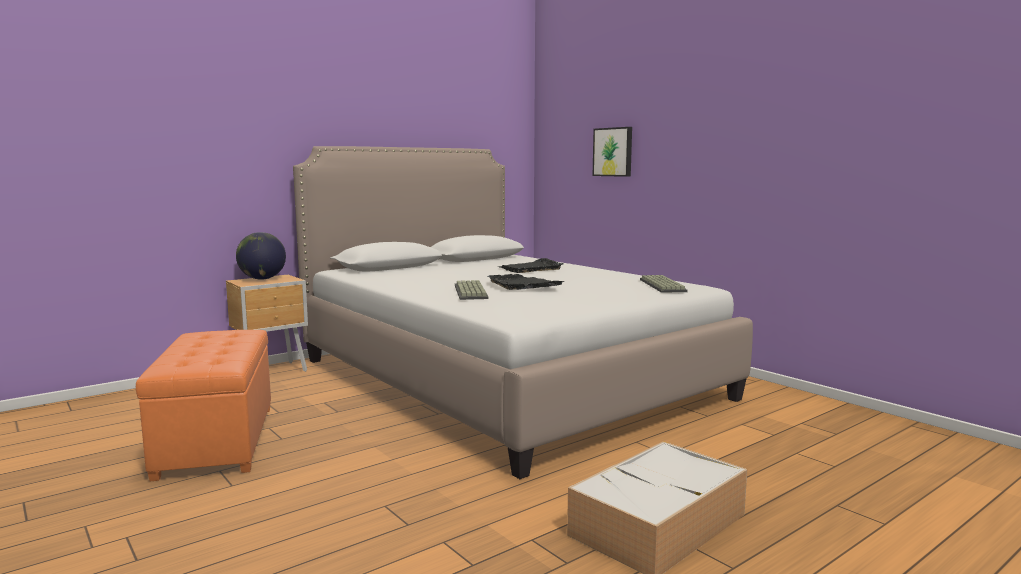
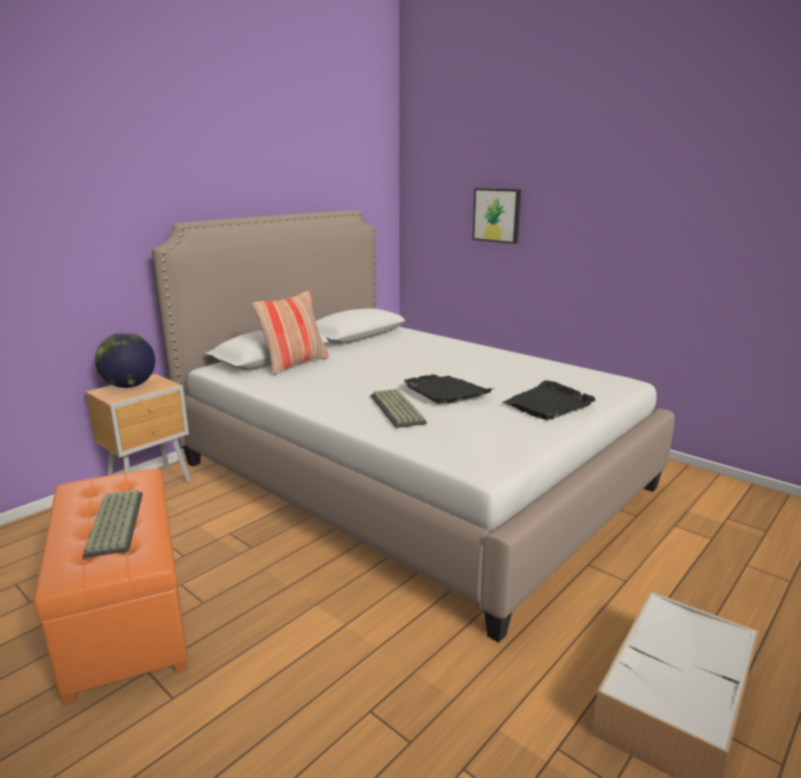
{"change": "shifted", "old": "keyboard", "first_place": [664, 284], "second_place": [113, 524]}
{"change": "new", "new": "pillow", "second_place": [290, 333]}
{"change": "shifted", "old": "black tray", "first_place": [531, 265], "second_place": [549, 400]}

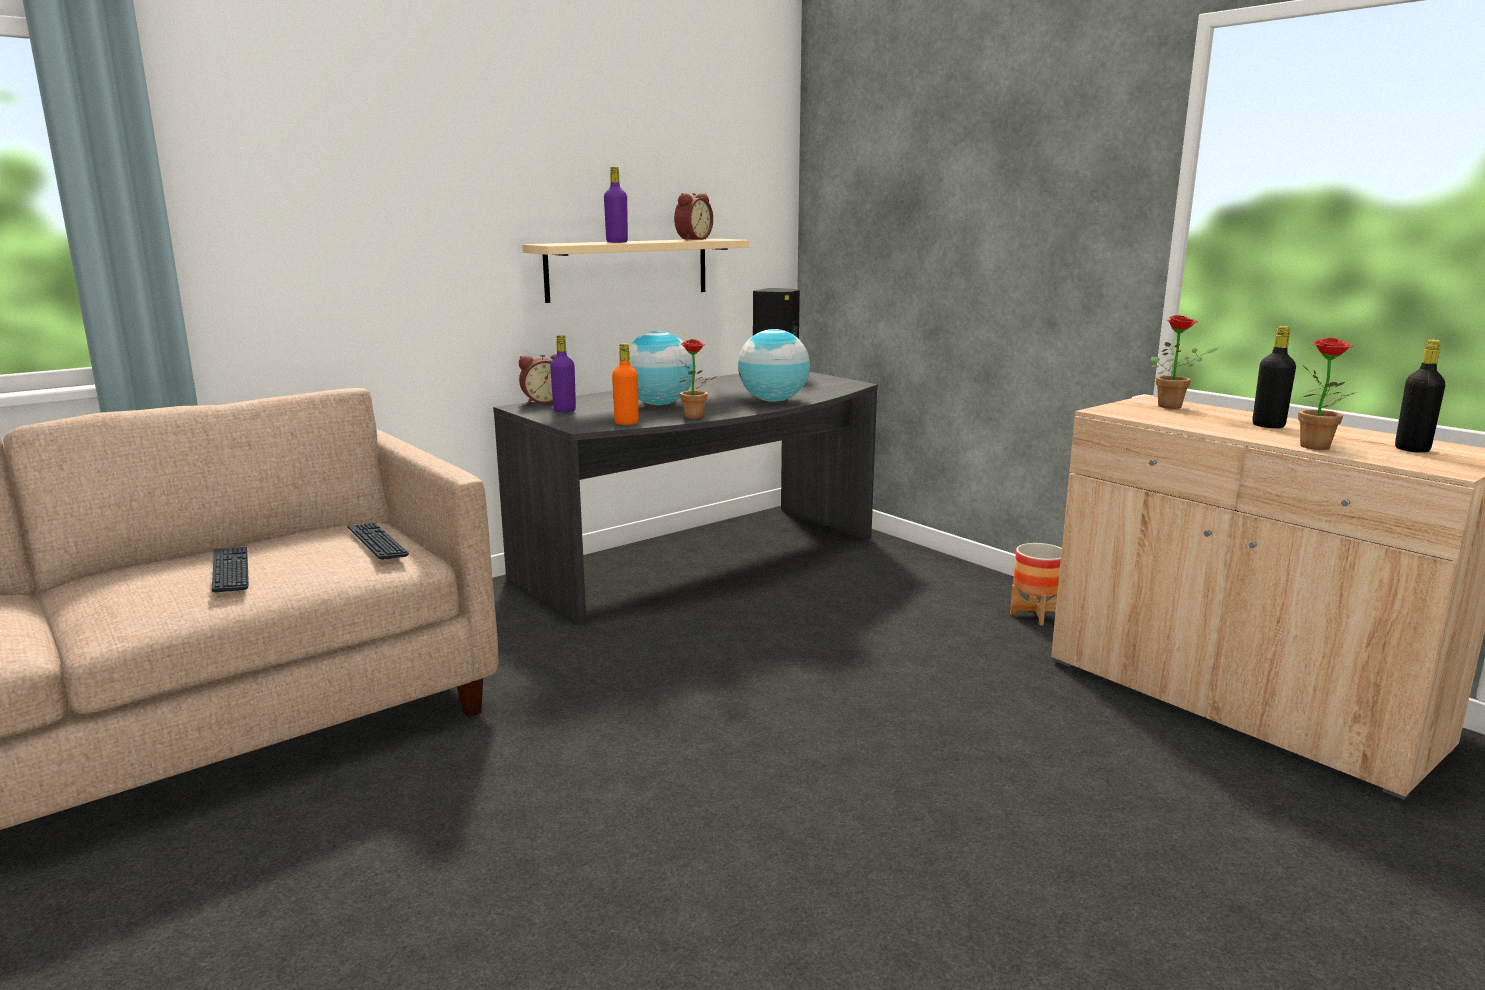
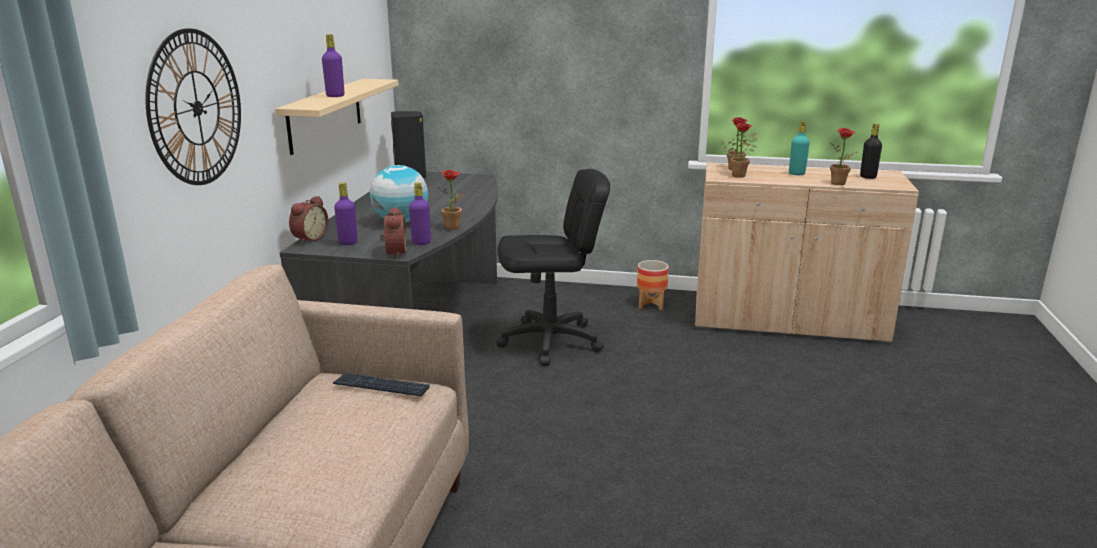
{"change": "new", "new": "wall clock", "second_place": [193, 106]}
{"change": "shifted", "old": "alarm clock", "first_place": [693, 216], "second_place": [393, 232]}
{"change": "repainted", "old": "orange bottle", "new": "purple bottle", "first_place": [625, 384], "second_place": [420, 213]}
{"change": "new", "new": "black office chair", "second_place": [553, 267]}
{"change": "new", "new": "potted plant", "second_place": [739, 150]}
{"change": "repainted", "old": "black bottle", "new": "turquoise bottle", "first_place": [1274, 377], "second_place": [799, 148]}
{"change": "gone", "old": "keyboard", "first_place": [230, 570]}
{"change": "gone", "old": "globe", "first_place": [774, 365]}

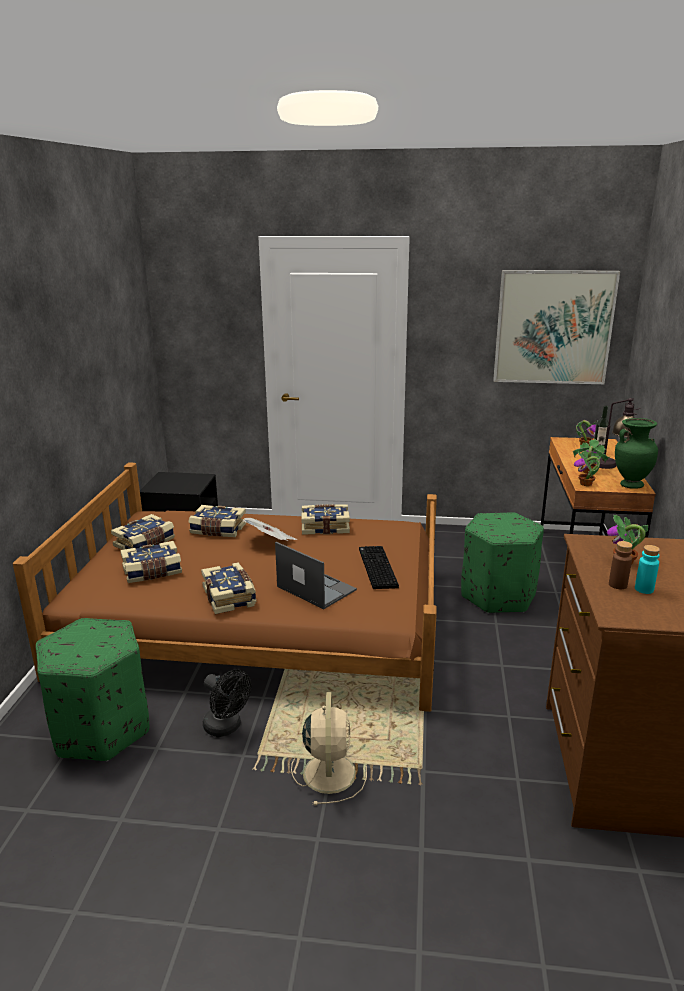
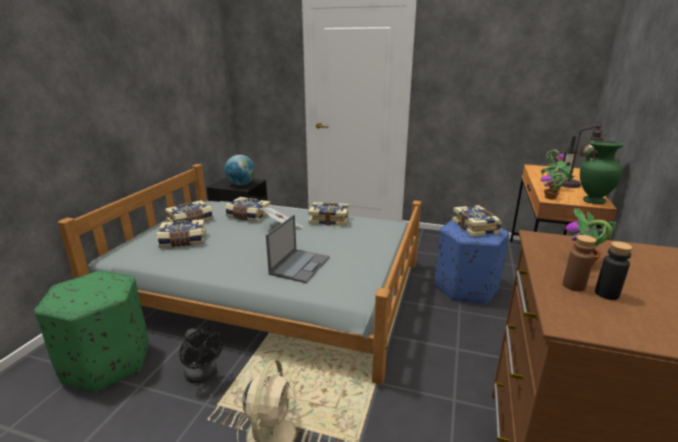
{"change": "repainted", "old": "brown bed", "new": "grey bed", "first_place": [225, 587], "second_place": [239, 274]}
{"change": "new", "new": "globe", "second_place": [240, 170]}
{"change": "rotated", "old": "laptop", "first_place": [316, 575], "second_place": [298, 249], "degrees": 60}
{"change": "repainted", "old": "green ottoman", "new": "blue ottoman", "first_place": [502, 562], "second_place": [472, 262]}
{"change": "shifted", "old": "book", "first_place": [228, 588], "second_place": [477, 221]}
{"change": "repainted", "old": "turquoise bottle", "new": "black bottle", "first_place": [647, 569], "second_place": [613, 270]}
{"change": "gone", "old": "keyboard", "first_place": [379, 567]}
{"change": "gone", "old": "picture", "first_place": [556, 327]}

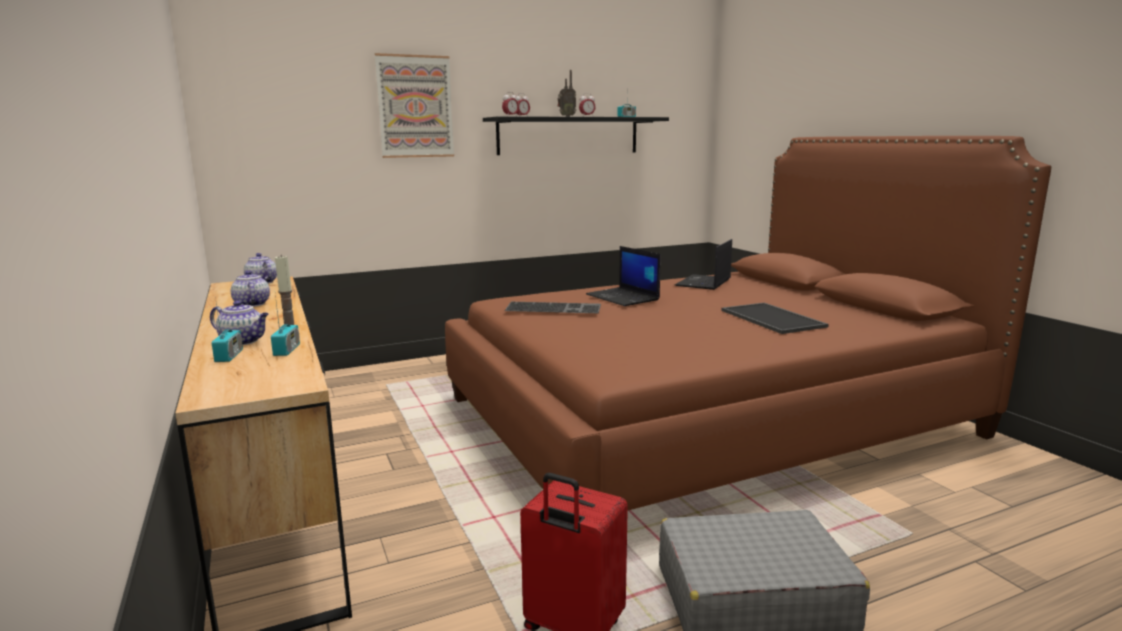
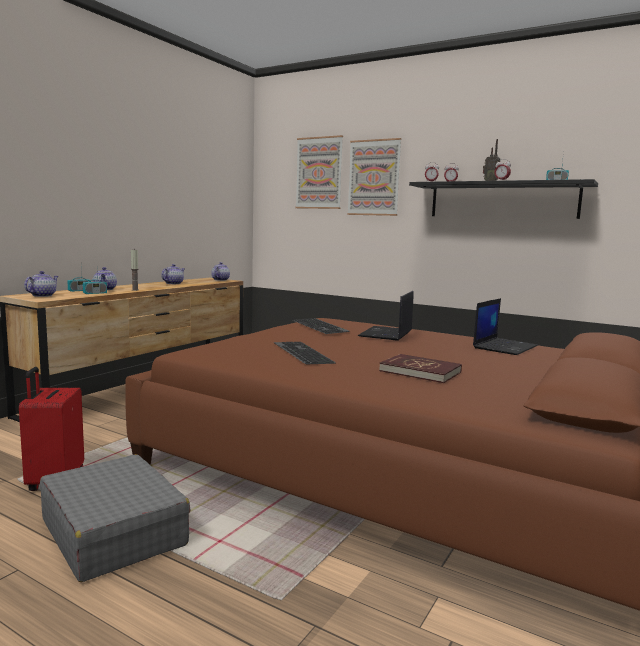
{"change": "new", "new": "teapot", "second_place": [41, 284]}
{"change": "new", "new": "keyboard", "second_place": [305, 353]}
{"change": "new", "new": "picture", "second_place": [319, 172]}
{"change": "swapped", "old": "tray", "new": "red book", "first_place": [775, 318], "second_place": [420, 368]}
{"change": "rotated", "old": "laptop", "first_place": [703, 264], "second_place": [505, 326], "degrees": 135}

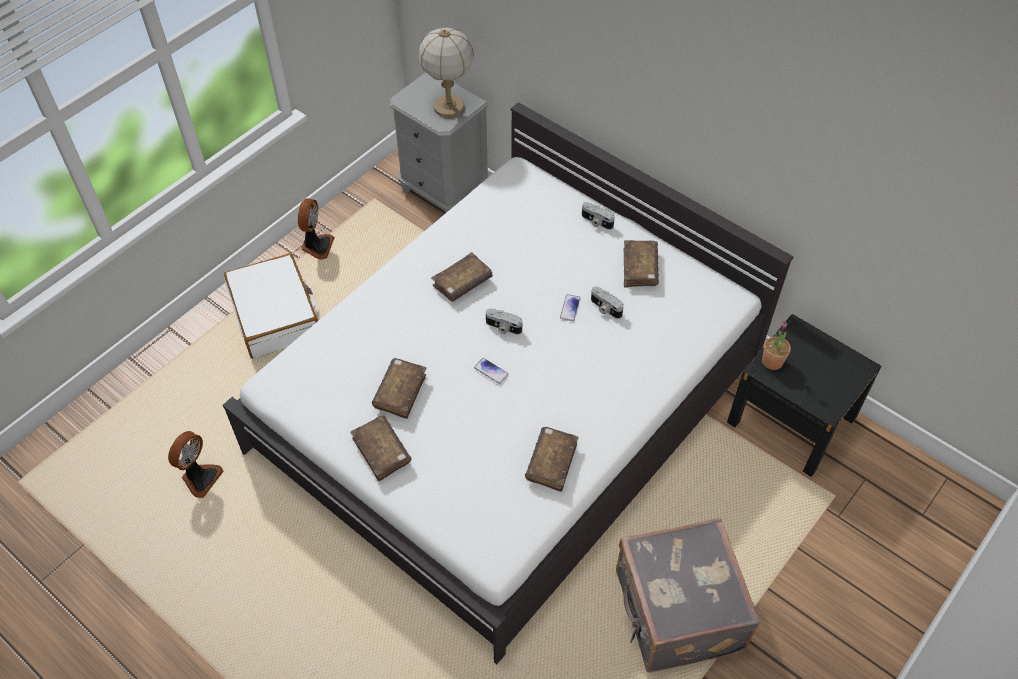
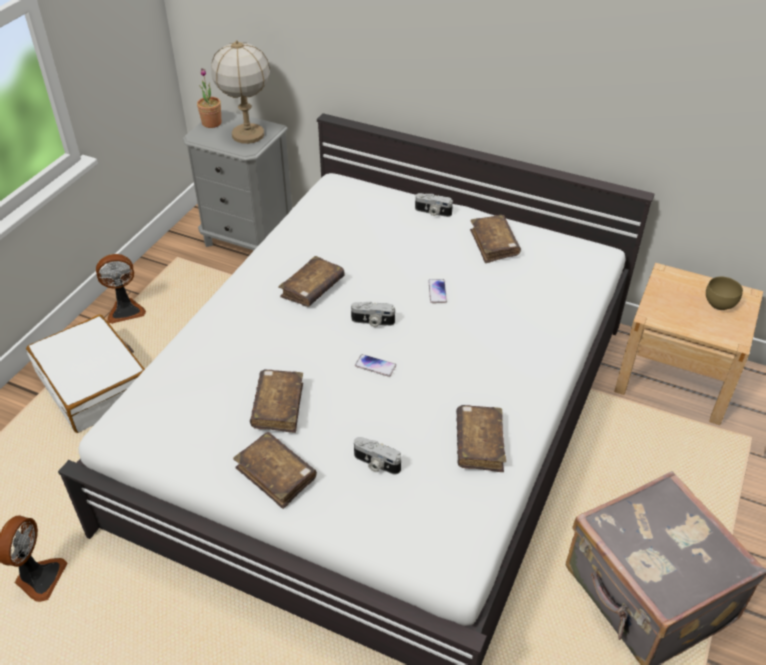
{"change": "rotated", "old": "fan", "first_place": [316, 229], "second_place": [121, 289], "degrees": 75}
{"change": "shifted", "old": "potted plant", "first_place": [776, 345], "second_place": [209, 98]}
{"change": "shifted", "old": "photo camera", "first_place": [607, 302], "second_place": [377, 455]}
{"change": "repainted", "old": "black nightstand", "new": "beige nightstand", "first_place": [804, 395], "second_place": [688, 344]}
{"change": "new", "new": "brown bowl", "second_place": [724, 293]}

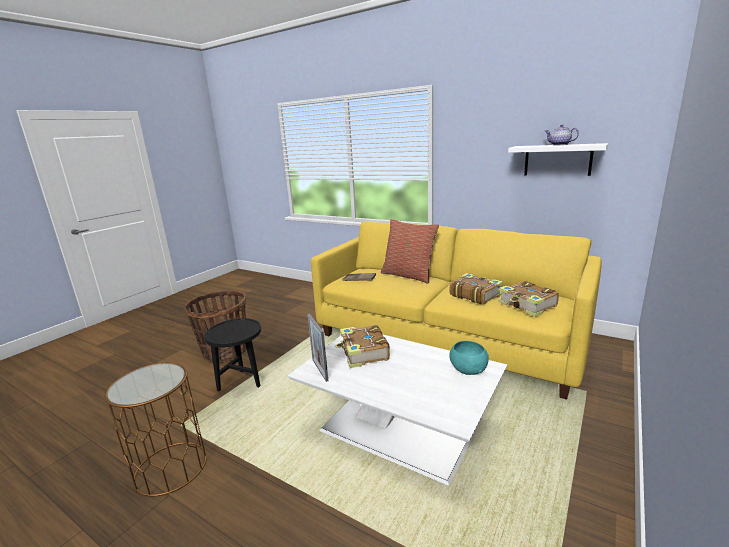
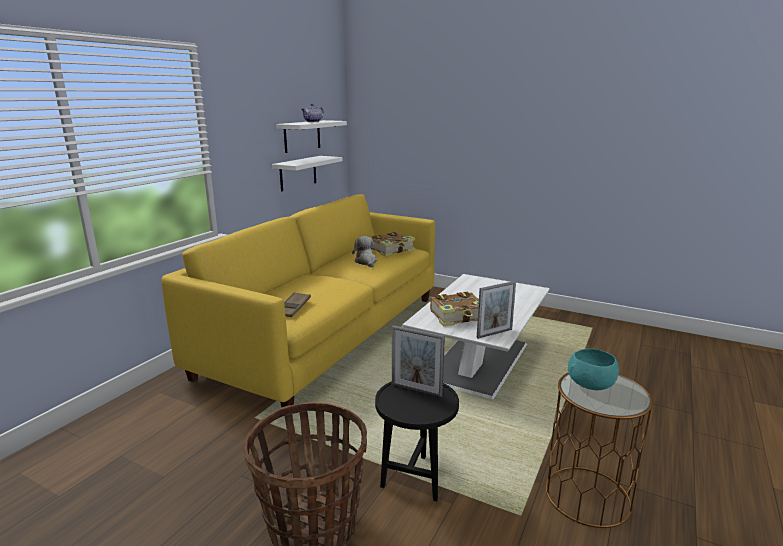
{"change": "new", "new": "white shelf", "second_place": [307, 173]}
{"change": "swapped", "old": "book", "new": "plush toy", "first_place": [476, 288], "second_place": [364, 252]}
{"change": "new", "new": "picture frame", "second_place": [418, 361]}
{"change": "shifted", "old": "turquoise bowl", "first_place": [469, 358], "second_place": [593, 369]}
{"change": "gone", "old": "pillow", "first_place": [410, 251]}

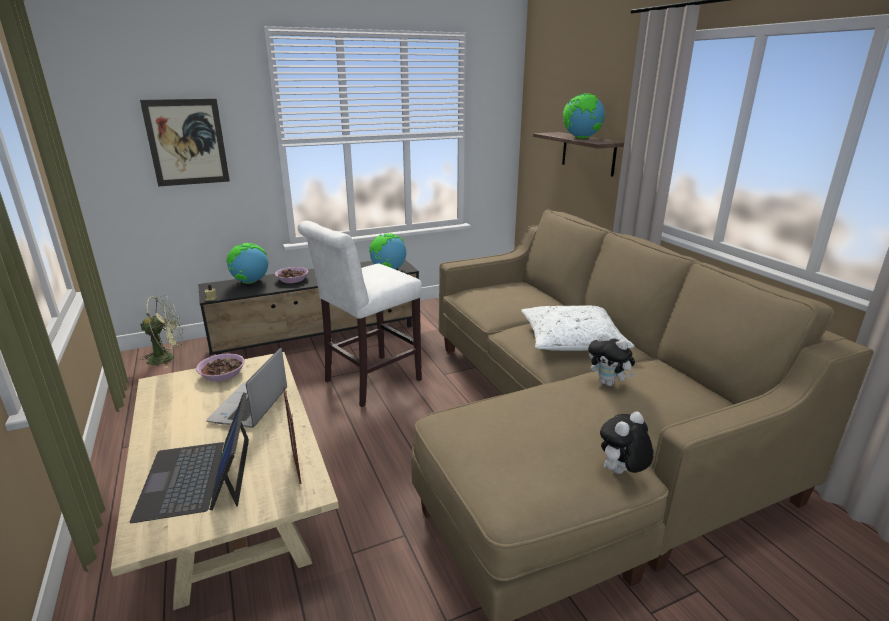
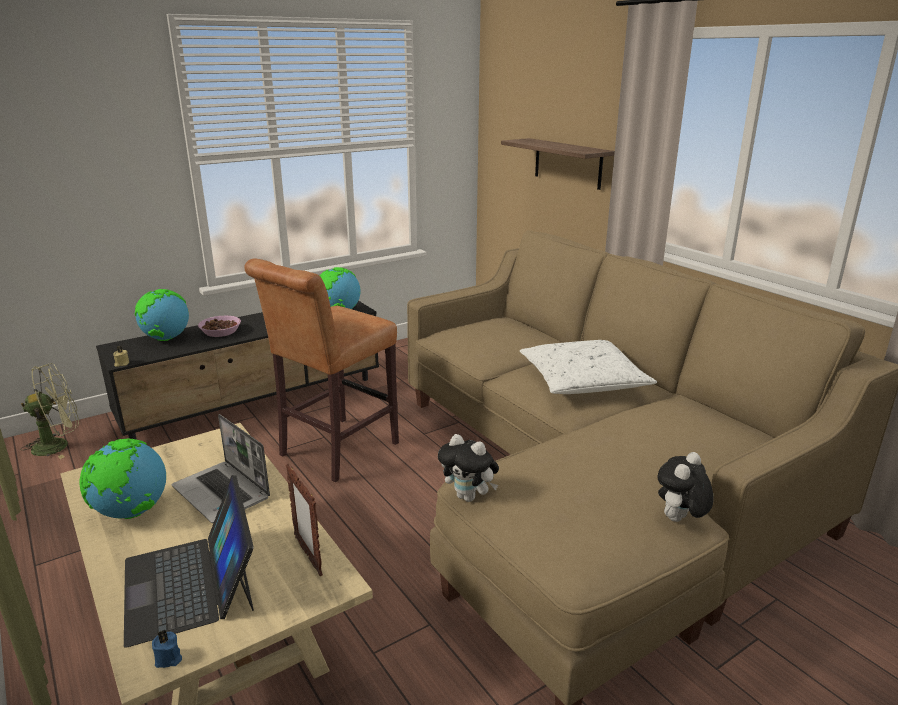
{"change": "shifted", "old": "globe", "first_place": [584, 115], "second_place": [123, 479]}
{"change": "new", "new": "blue candle", "second_place": [167, 648]}
{"change": "rotated", "old": "laptop", "first_place": [247, 388], "second_place": [221, 468], "degrees": -45}
{"change": "repainted", "old": "white stool", "new": "brown stool", "first_place": [360, 314], "second_place": [321, 370]}
{"change": "shifted", "old": "plush toy", "first_place": [611, 359], "second_place": [468, 468]}
{"change": "gone", "old": "picture", "first_place": [185, 142]}
{"change": "gone", "old": "bowl", "first_place": [220, 367]}

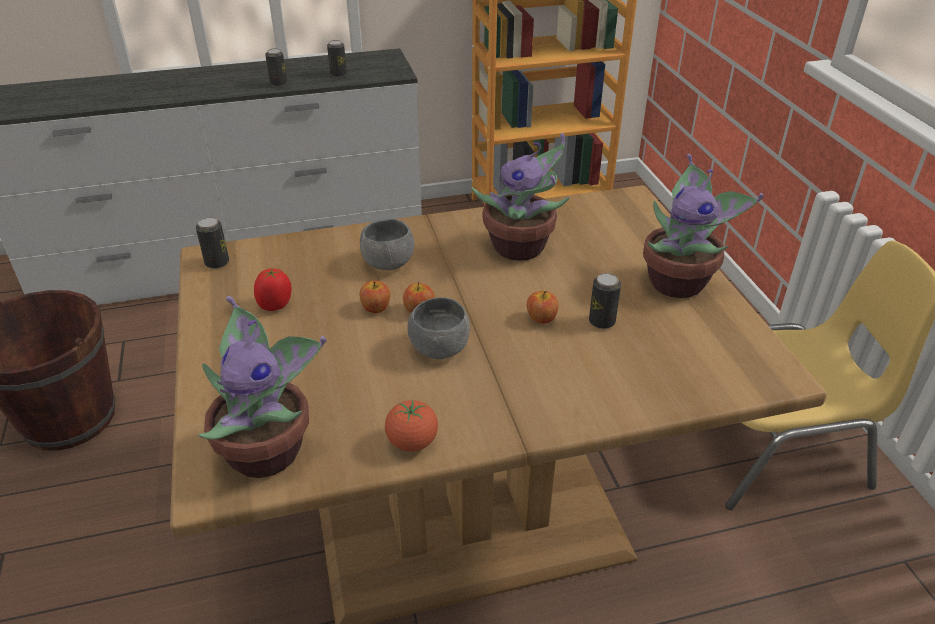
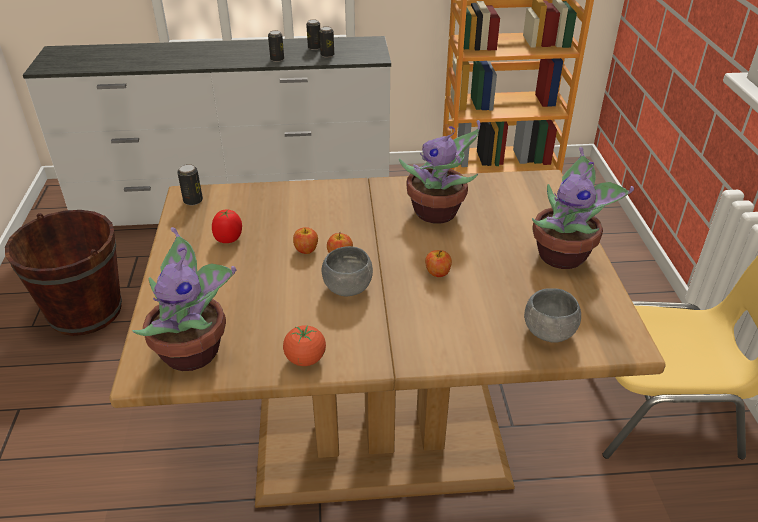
{"change": "shifted", "old": "can", "first_place": [605, 301], "second_place": [313, 34]}
{"change": "shifted", "old": "grey bowl", "first_place": [387, 244], "second_place": [552, 316]}

